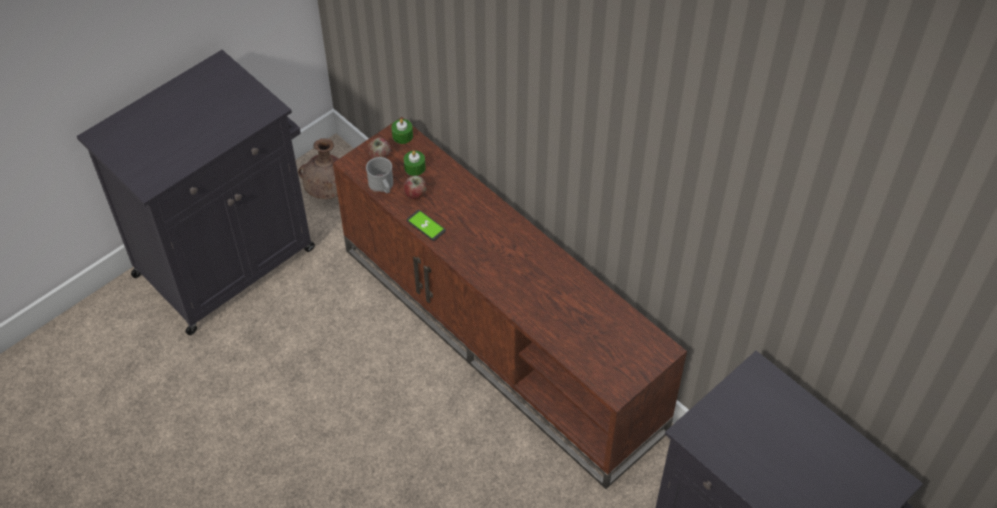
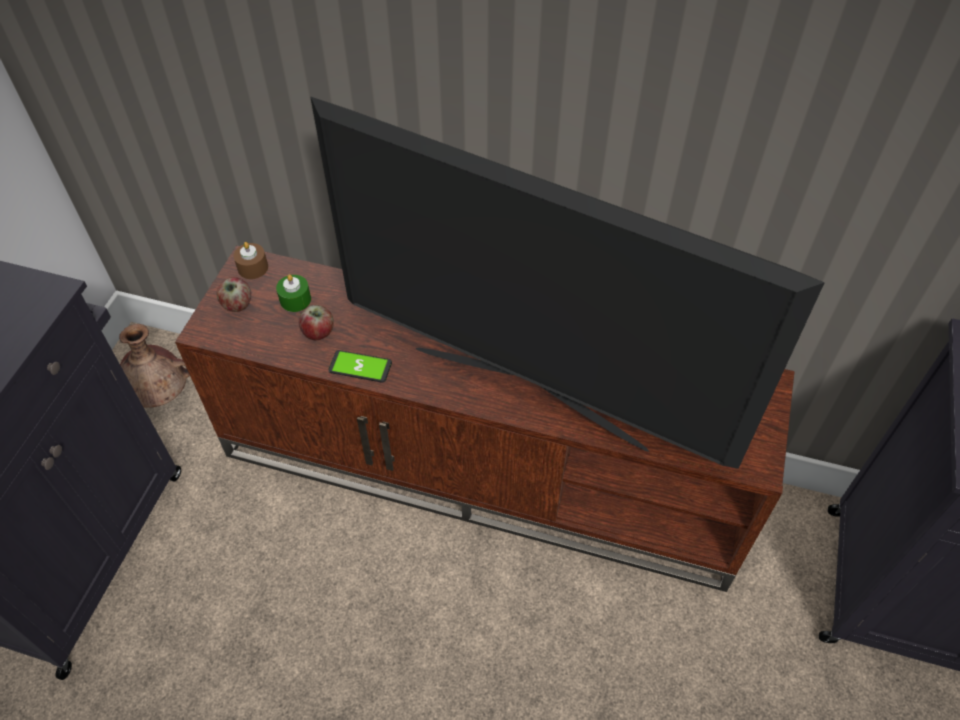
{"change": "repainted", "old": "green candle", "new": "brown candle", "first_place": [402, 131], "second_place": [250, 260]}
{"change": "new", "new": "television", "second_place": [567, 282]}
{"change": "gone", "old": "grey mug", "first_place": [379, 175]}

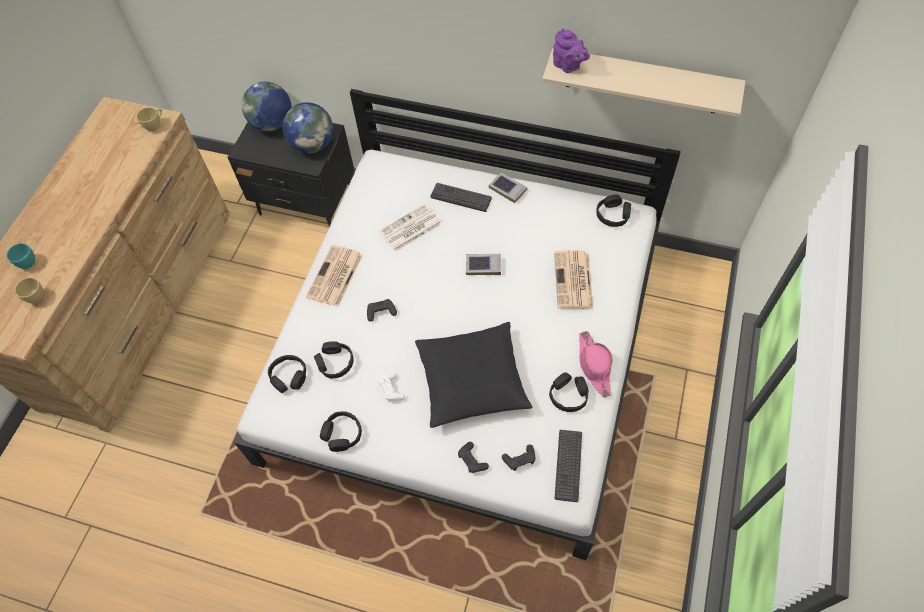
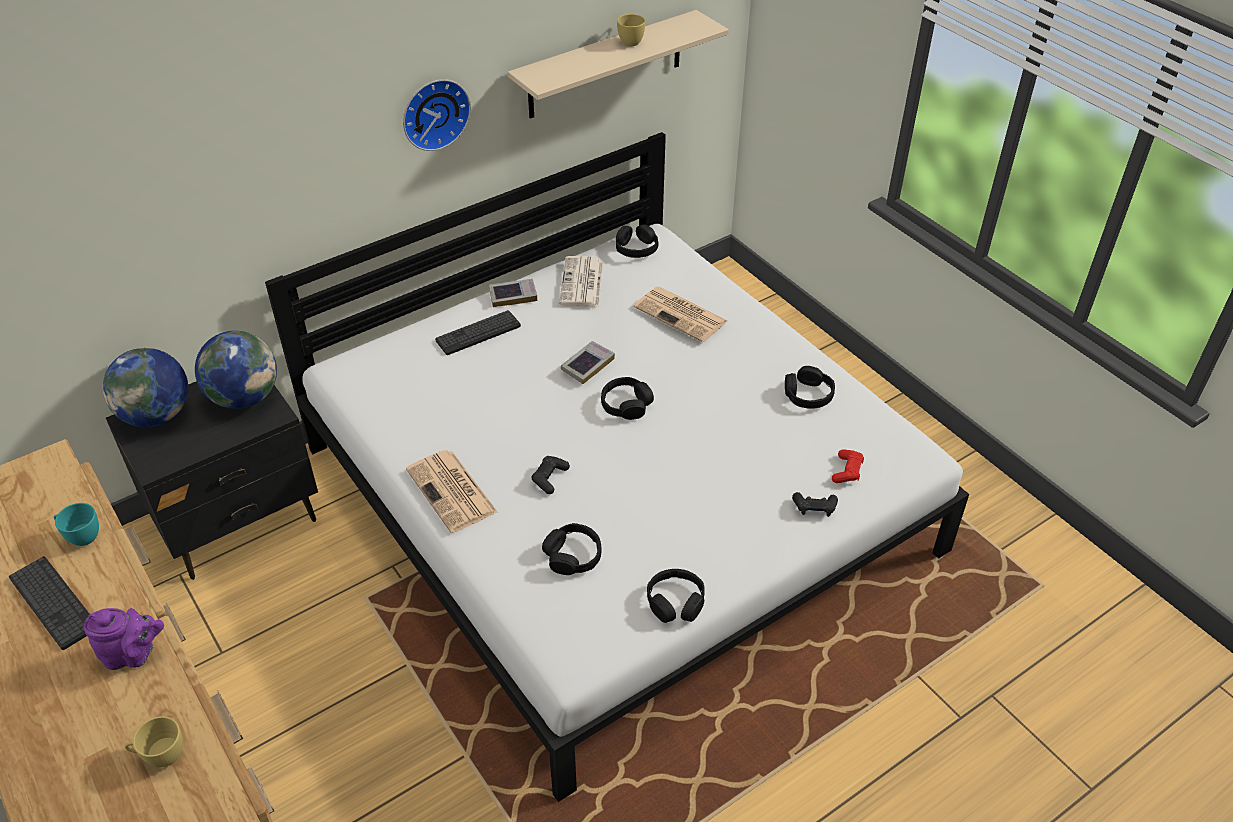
{"change": "shifted", "old": "keyboard", "first_place": [568, 466], "second_place": [49, 603]}
{"change": "shifted", "old": "turquoise cup", "first_place": [20, 256], "second_place": [76, 524]}
{"change": "shifted", "old": "purple teapot", "first_place": [571, 50], "second_place": [124, 639]}
{"change": "new", "new": "wall clock", "second_place": [437, 115]}
{"change": "shifted", "old": "newspaper", "first_place": [410, 228], "second_place": [581, 281]}
{"change": "shifted", "old": "black headphones", "first_place": [287, 374], "second_place": [627, 398]}
{"change": "shifted", "old": "yellow cup", "first_place": [149, 119], "second_place": [631, 30]}
{"change": "repainted", "old": "black game controller", "new": "red game controller", "first_place": [518, 457], "second_place": [848, 466]}
{"change": "gone", "old": "white game controller", "first_place": [392, 386]}
{"change": "gone", "old": "black pillow", "first_place": [473, 375]}
{"change": "gone", "old": "pink hat", "first_place": [596, 364]}

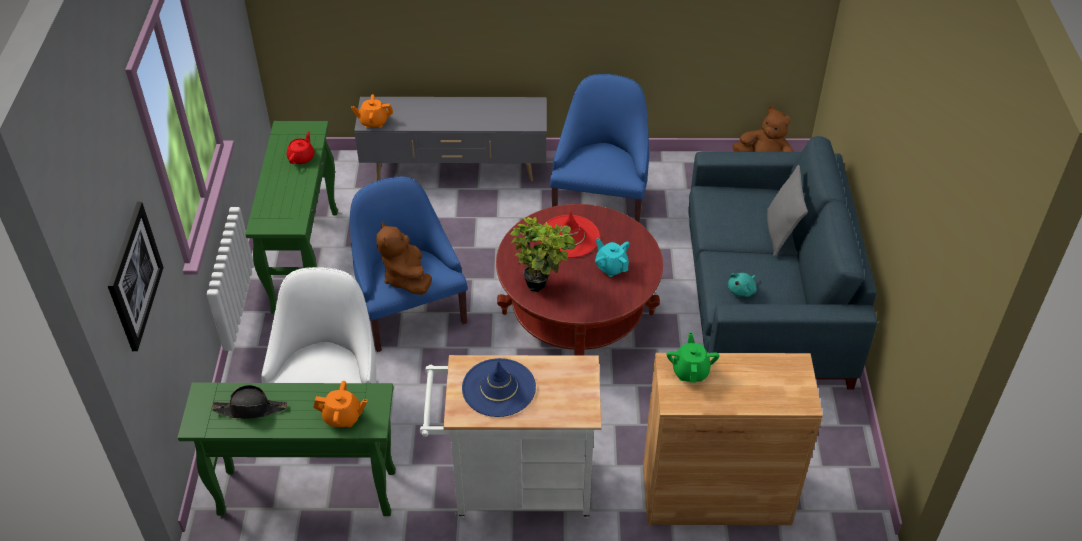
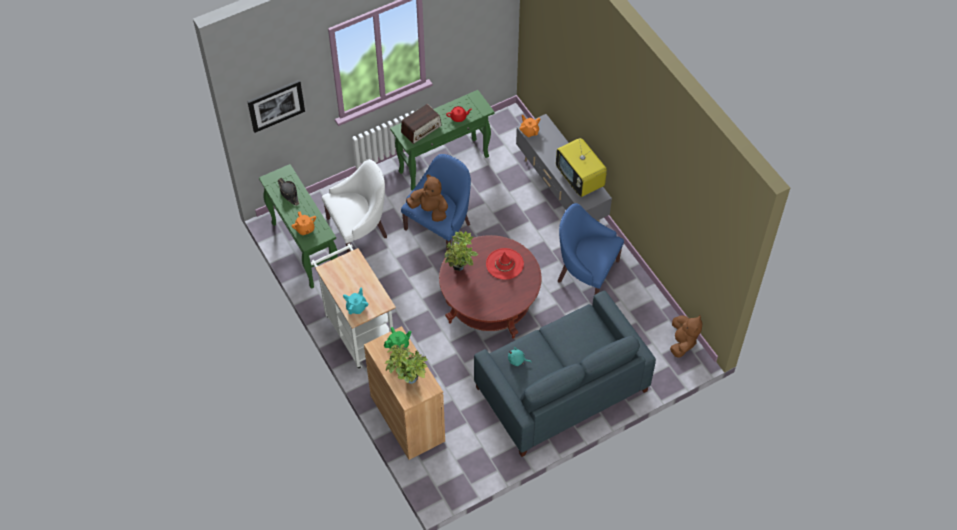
{"change": "shifted", "old": "turquoise teapot", "first_place": [612, 257], "second_place": [356, 301]}
{"change": "new", "new": "potted plant", "second_place": [406, 364]}
{"change": "new", "new": "radio", "second_place": [421, 124]}
{"change": "rotated", "old": "brown plush toy", "first_place": [404, 258], "second_place": [427, 198], "degrees": 75}
{"change": "new", "new": "television", "second_place": [581, 167]}
{"change": "rotated", "old": "blue armchair", "first_place": [599, 148], "second_place": [591, 249], "degrees": -135}
{"change": "gone", "old": "blue hat", "first_place": [499, 387]}
{"change": "gone", "old": "grey pillow", "first_place": [787, 211]}

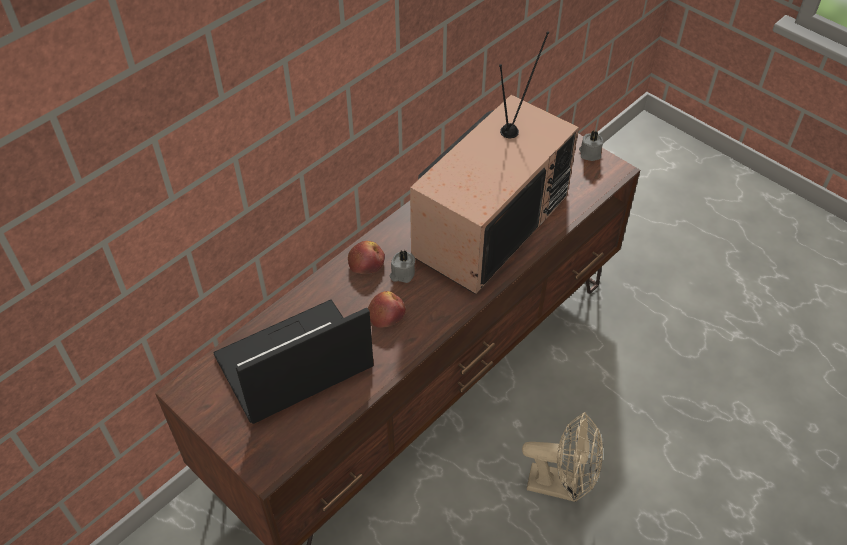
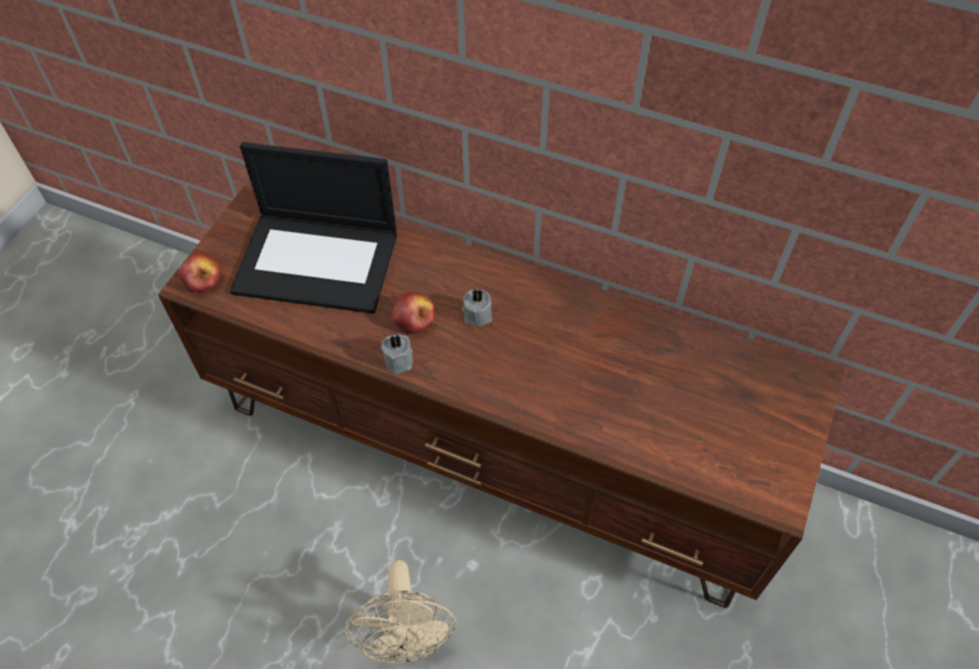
{"change": "shifted", "old": "apple", "first_place": [366, 257], "second_place": [199, 272]}
{"change": "rotated", "old": "laptop", "first_place": [293, 362], "second_place": [313, 228], "degrees": 150}
{"change": "shifted", "old": "grey candle", "first_place": [591, 146], "second_place": [397, 354]}
{"change": "gone", "old": "television", "first_place": [494, 162]}

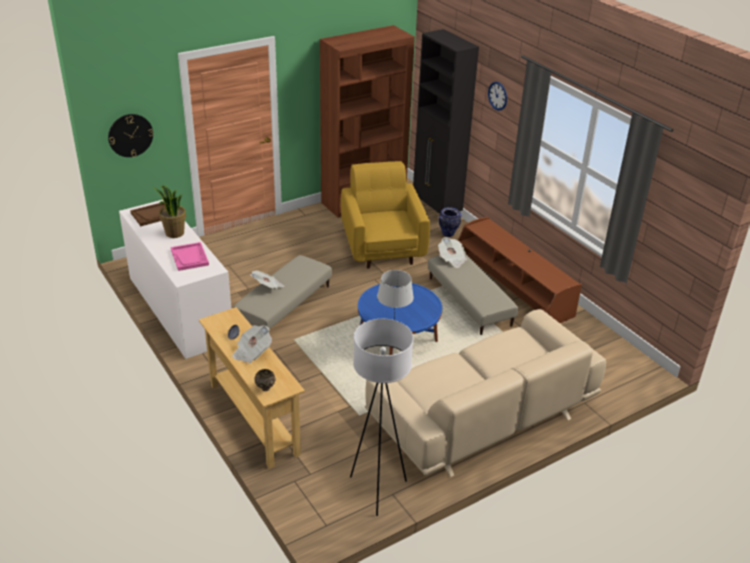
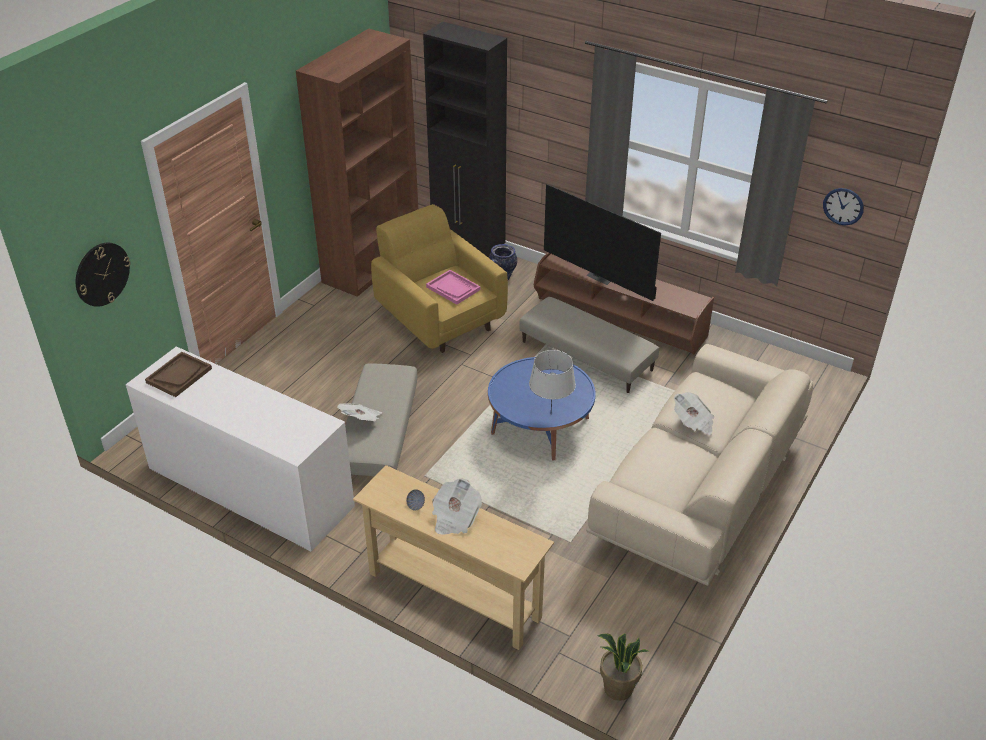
{"change": "shifted", "old": "pink tray", "first_place": [190, 256], "second_place": [453, 287]}
{"change": "new", "new": "television", "second_place": [602, 242]}
{"change": "shifted", "old": "potted plant", "first_place": [169, 212], "second_place": [623, 667]}
{"change": "shifted", "old": "newspaper", "first_place": [453, 252], "second_place": [694, 413]}
{"change": "shifted", "old": "wall clock", "first_place": [497, 96], "second_place": [843, 206]}
{"change": "gone", "old": "brown bowl", "first_place": [265, 380]}
{"change": "gone", "old": "white floor lamp", "first_place": [382, 417]}

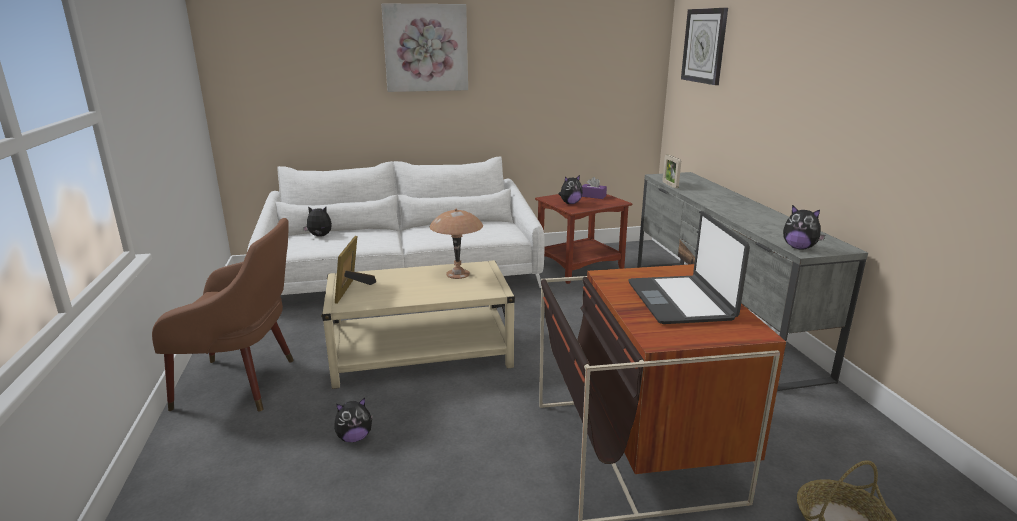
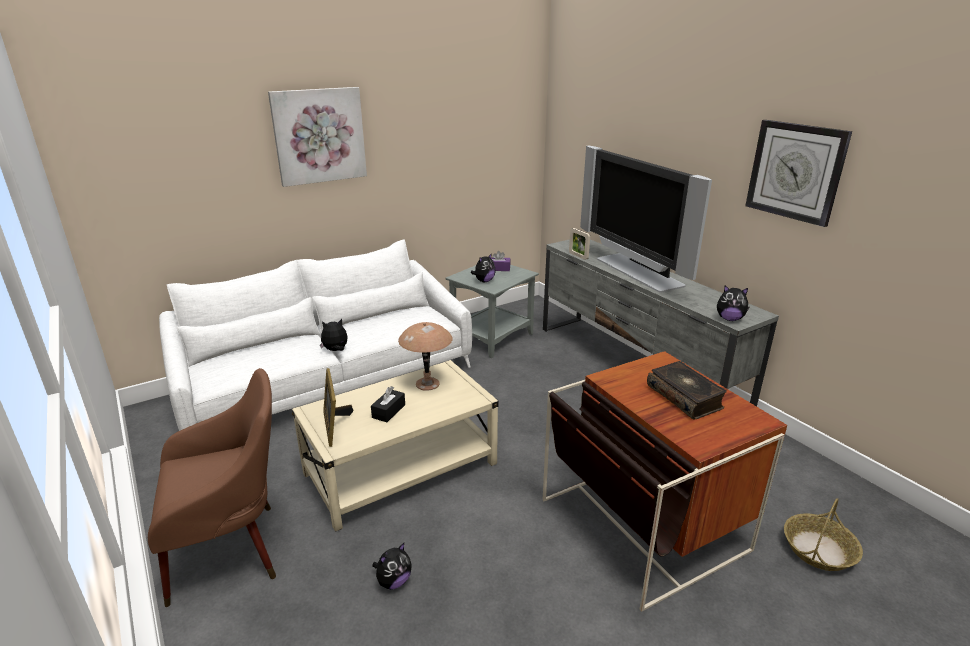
{"change": "shifted", "old": "plush toy", "first_place": [317, 221], "second_place": [334, 335]}
{"change": "new", "new": "black tissue box", "second_place": [388, 404]}
{"change": "repainted", "old": "brown side table", "new": "grey side table", "first_place": [583, 239], "second_place": [492, 311]}
{"change": "new", "new": "television", "second_place": [646, 219]}
{"change": "swapped", "old": "laptop", "new": "book", "first_place": [689, 268], "second_place": [687, 390]}
{"change": "shifted", "old": "wall clock", "first_place": [704, 46], "second_place": [798, 173]}

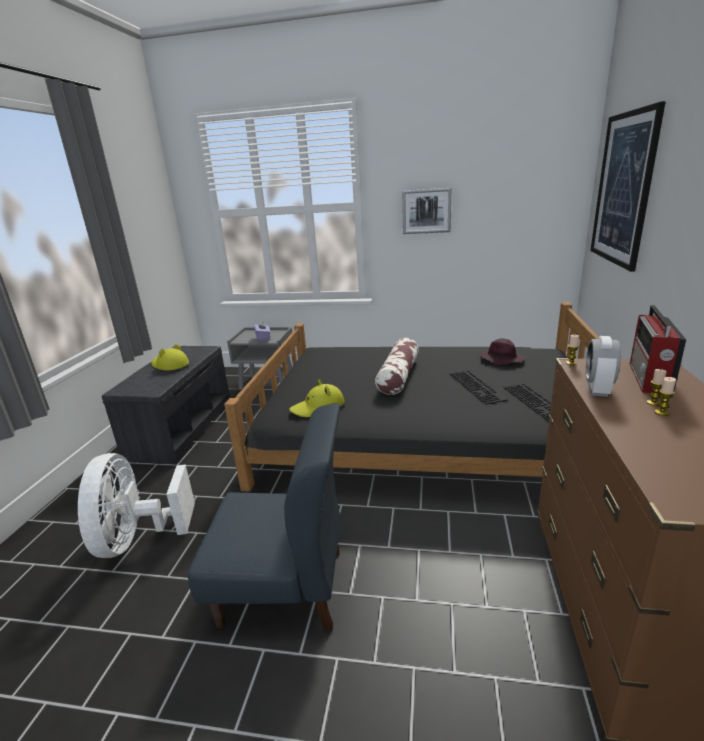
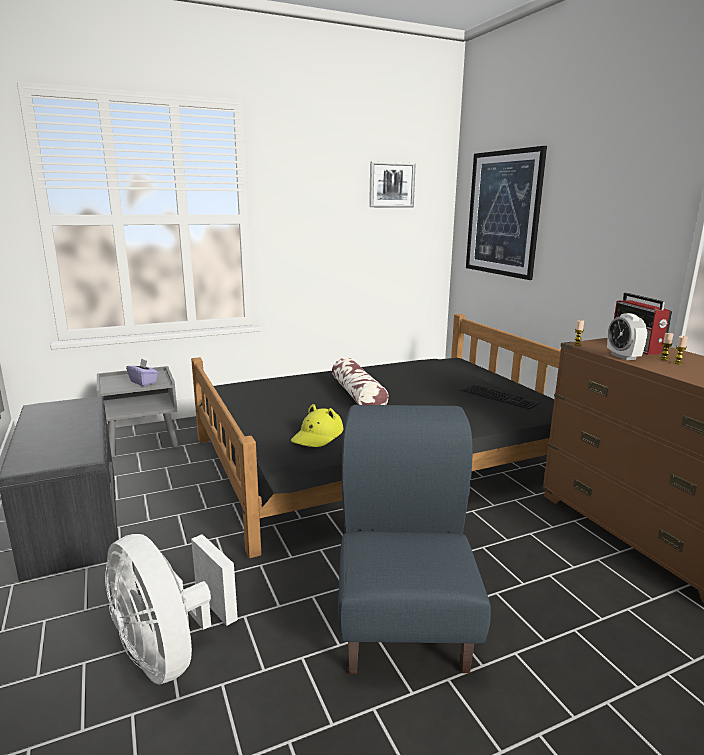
{"change": "rotated", "old": "blue chair", "first_place": [264, 517], "second_place": [414, 539], "degrees": -60}
{"change": "shifted", "old": "picture", "first_place": [426, 211], "second_place": [392, 184]}
{"change": "gone", "old": "yellow hat", "first_place": [170, 357]}
{"change": "gone", "old": "keyboard", "first_place": [478, 387]}
{"change": "gone", "old": "purple hat", "first_place": [502, 351]}

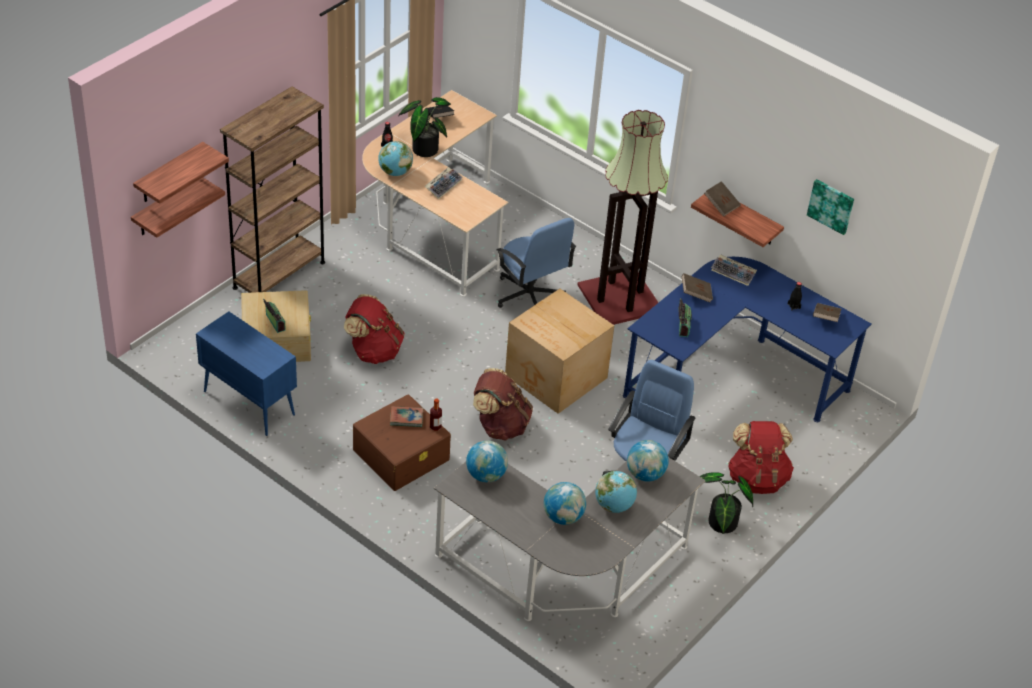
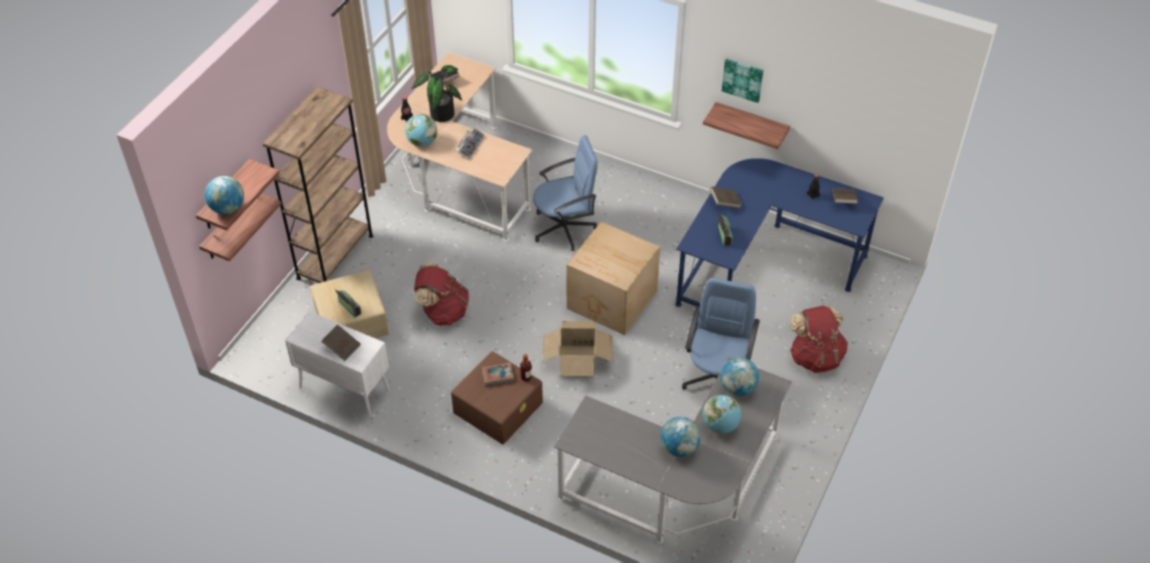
{"change": "shifted", "old": "globe", "first_place": [487, 461], "second_place": [224, 195]}
{"change": "repainted", "old": "blue cabinet", "new": "white cabinet", "first_place": [246, 373], "second_place": [337, 364]}
{"change": "shifted", "old": "brown book", "first_place": [722, 199], "second_place": [341, 342]}
{"change": "rotated", "old": "blue office chair", "first_place": [536, 263], "second_place": [565, 193], "degrees": -60}
{"change": "swapped", "old": "brown backpack", "new": "cardboard box", "first_place": [503, 404], "second_place": [578, 348]}
{"change": "shifted", "old": "picture", "first_place": [830, 207], "second_place": [742, 81]}
{"change": "gone", "old": "floor lamp", "first_place": [622, 217]}
{"change": "gone", "old": "potted plant", "first_place": [726, 503]}
{"change": "gone", "old": "keyboard", "first_place": [734, 270]}

